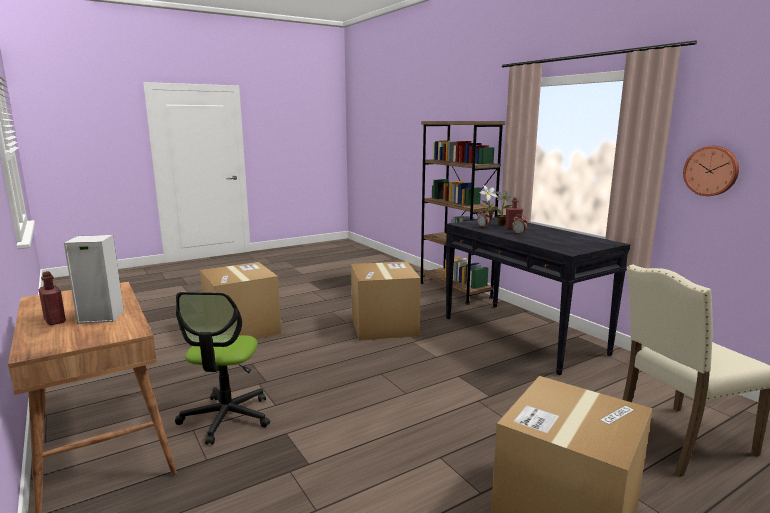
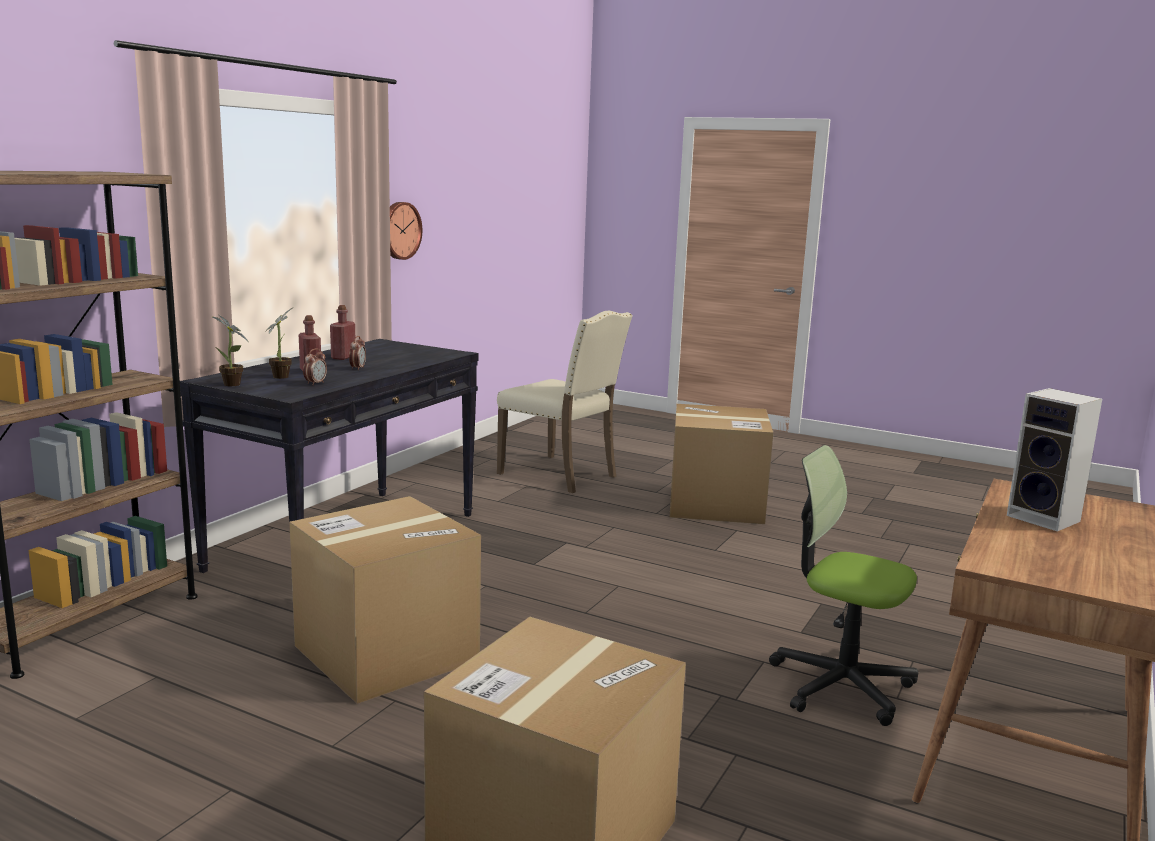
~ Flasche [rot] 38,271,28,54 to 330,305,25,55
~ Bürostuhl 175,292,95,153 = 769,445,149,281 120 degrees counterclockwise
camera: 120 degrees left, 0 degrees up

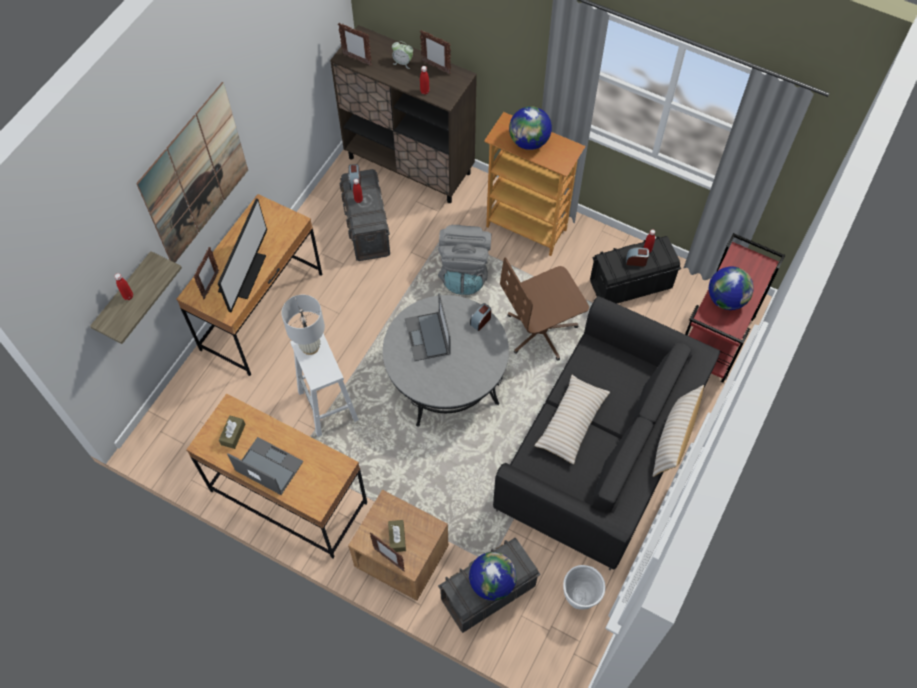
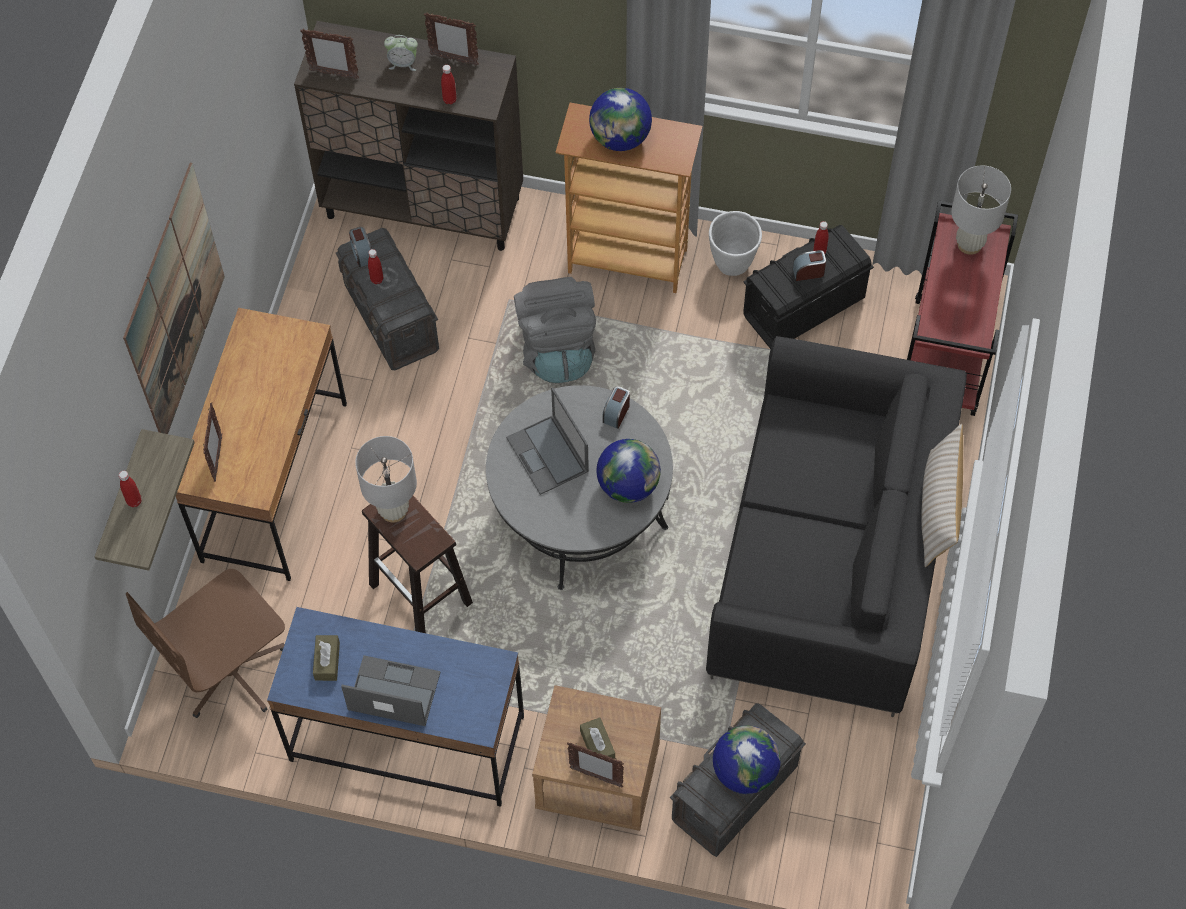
- Monitor 218,199,49,113
- Kissen [beige] 534,375,76,89
+ Tischlampe [weiß] 951,166,60,89
~ Bürostuhl [braun] 500,257,89,104 to 126,569,159,149
~ Pflanzkübel [weiß] 563,565,42,45 to 709,211,53,65
~ Globus 709,266,45,44 to 596,439,65,64
~ Schreibtisch [braun] 186,393,181,165 to Schreibtisch [blau] 267,607,257,200
~ Hocker [weiß] 290,333,69,104 to Hocker [braun] 362,495,111,138
camera: 15 degrees left, 0 degrees up

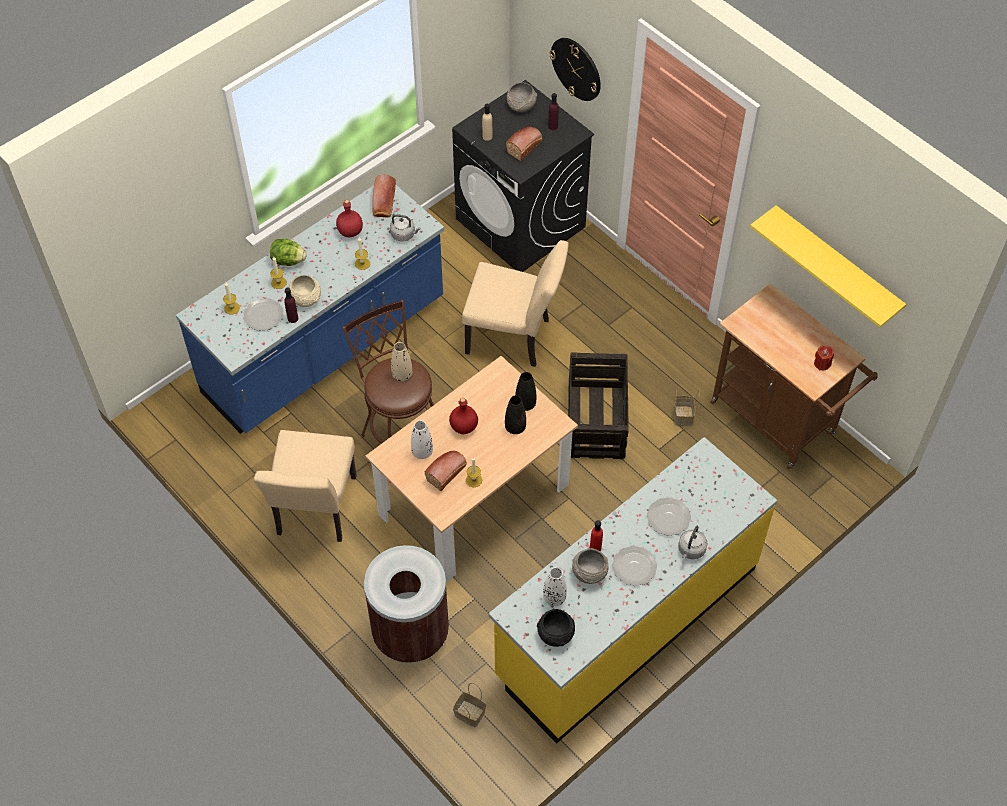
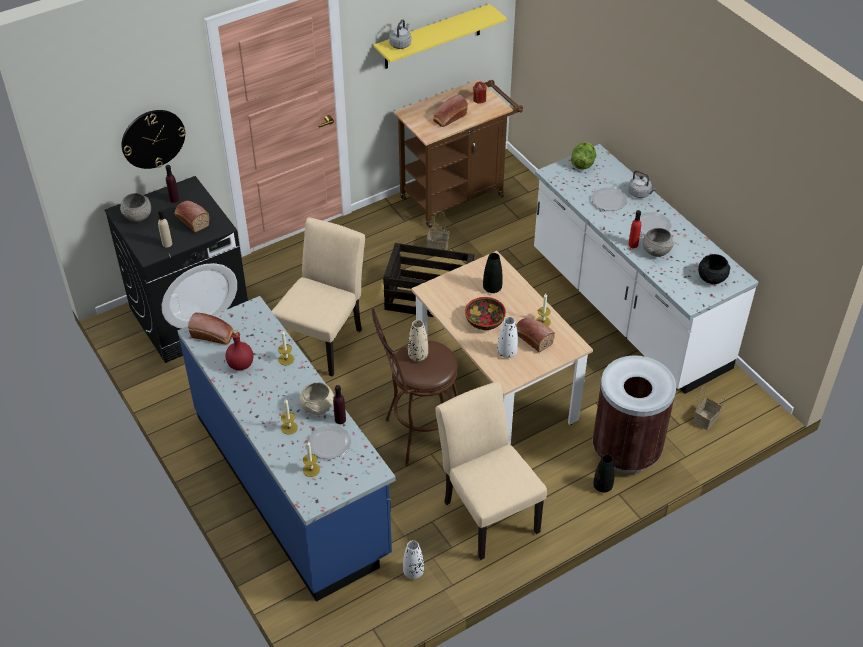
+ Brot 433,95,35,32
~ Salatkopf 270,239,37,27 to 571,142,25,28
~ Wasserkessel [grau] 390,214,31,28 to 389,19,22,30
~ Vase [schwarz] 515,372,21,39 to 593,455,22,38
~ Vase [weiß] 543,567,24,39 to 403,540,21,39
~ Flasche [rot] 449,398,29,36 to Schüssel 465,297,41,33
~ Küchenzeile [gelb] 489,437,288,307 to Küchenzeile [weiß] 534,144,224,250
~ Stuhl [beige] 254,430,103,112 = 435,381,112,179 135 degrees counterclockwise
camera: 80 degrees left, 10 degrees down

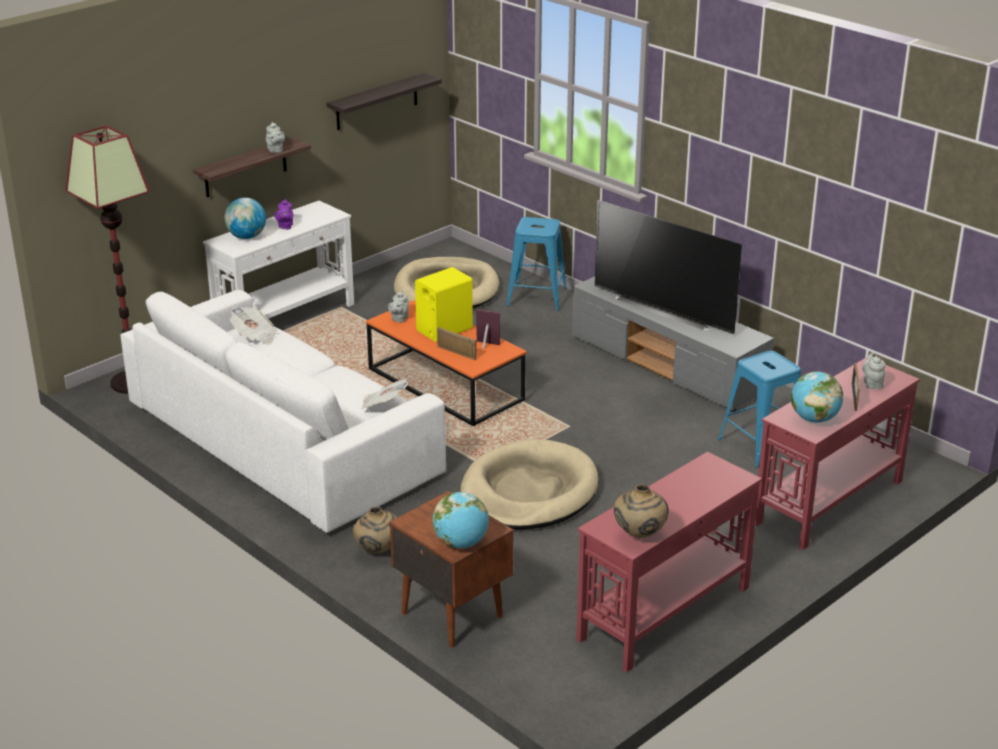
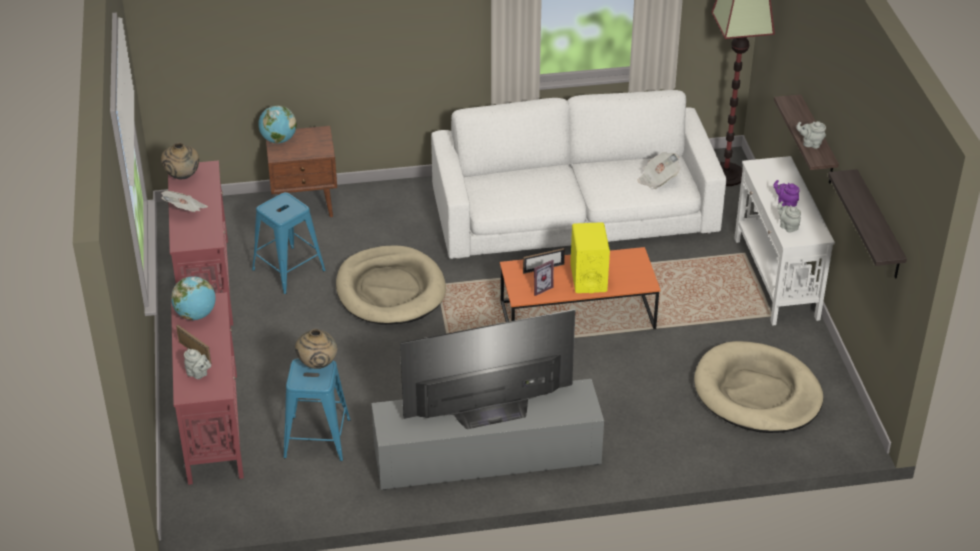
- Globus 224,197,42,42
~ Vase [beige] 353,507,44,46 to 295,329,42,40
~ Zeitung 361,379,47,30 to 161,191,47,21
~ Teekanne [grau] 388,291,21,32 to 777,201,24,32
~ Hocker [blau] 506,217,61,94 to 252,192,74,102
camera: 125 degrees right, 10 degrees up

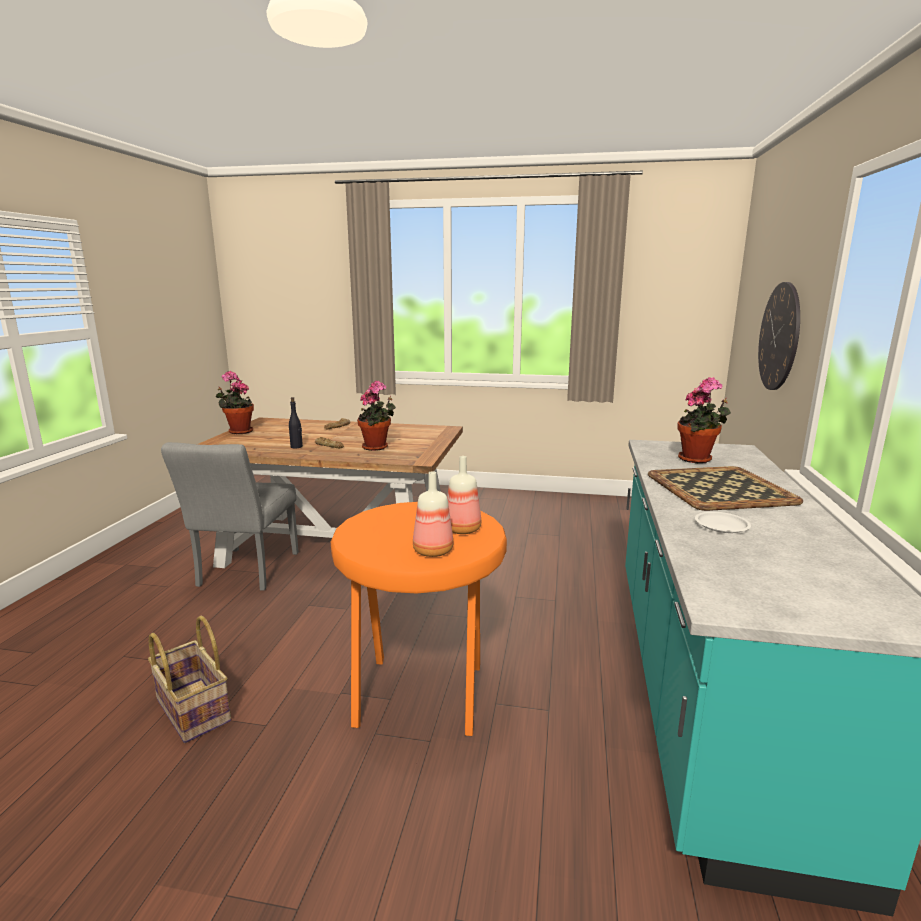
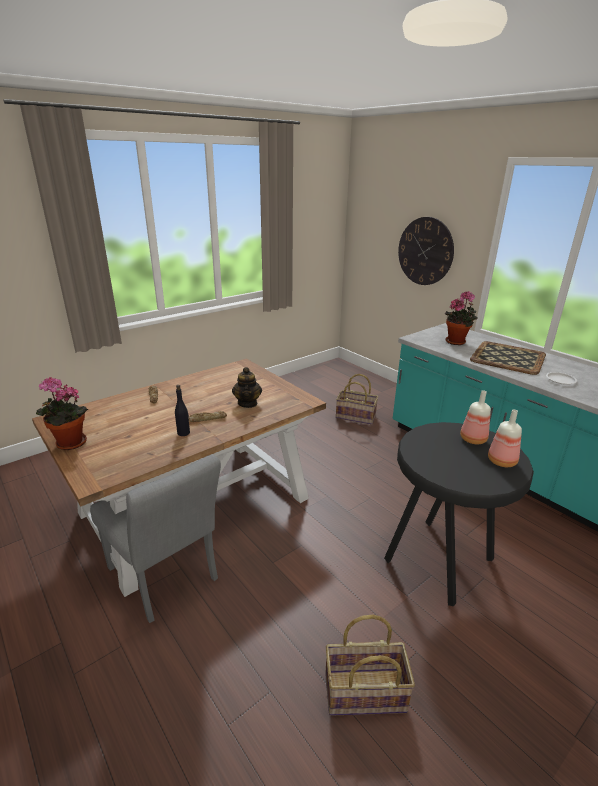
+ Korb 336,374,42,51
~ Topfpflanze 357,381,39,70 to Teekanne 232,367,30,41
~ Hocker [orange] 331,502,176,234 to Hocker [schwarz] 384,422,150,184
camera: 50 degrees left, 10 degrees up

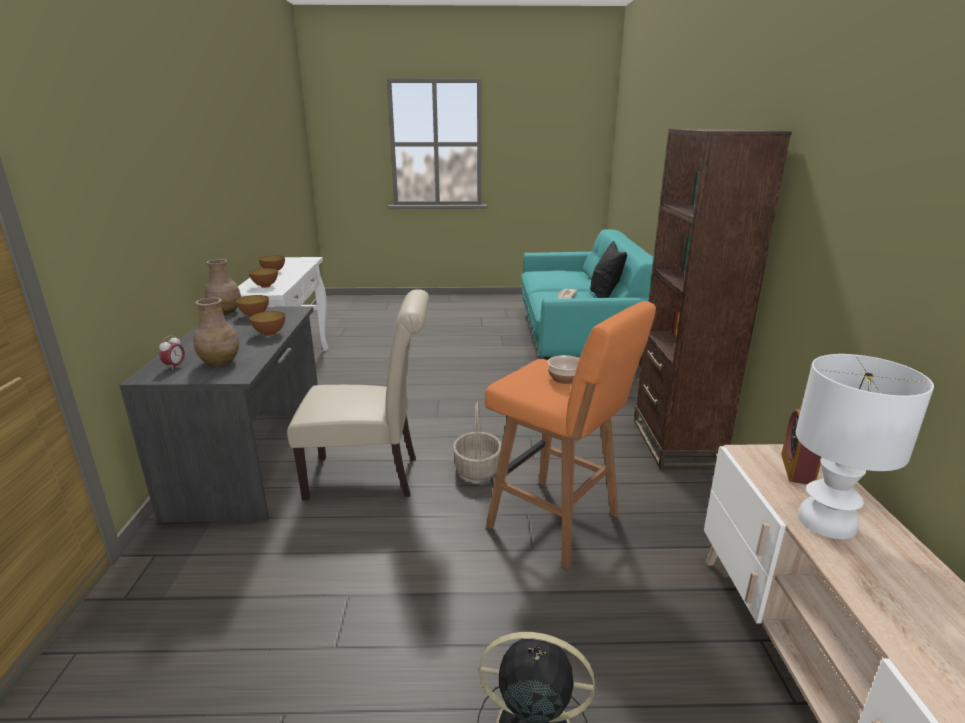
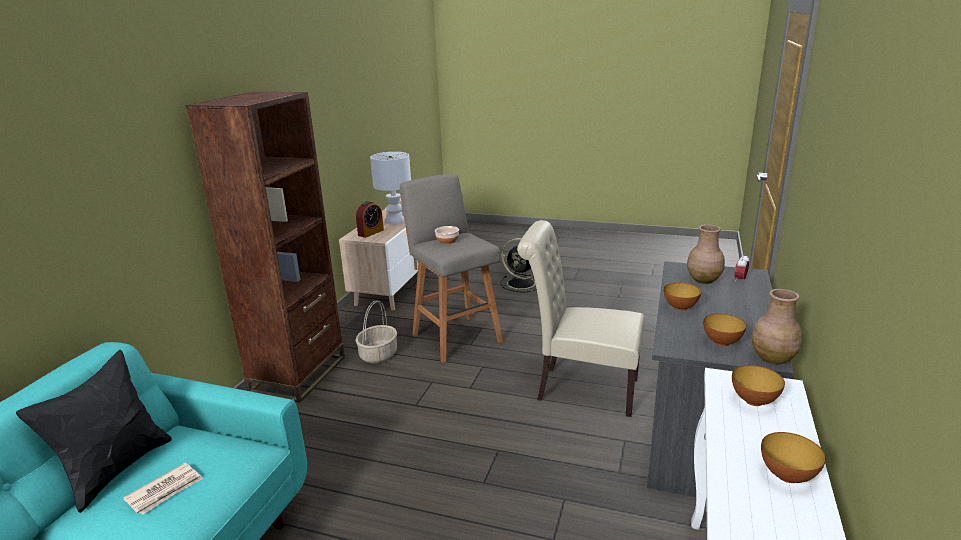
~ Korb 453,402,49,79 to 355,300,42,64
~ Hocker [orange] 485,301,171,268 to Hocker [grau] 400,173,103,190
camera: 160 degrees left, 0 degrees up

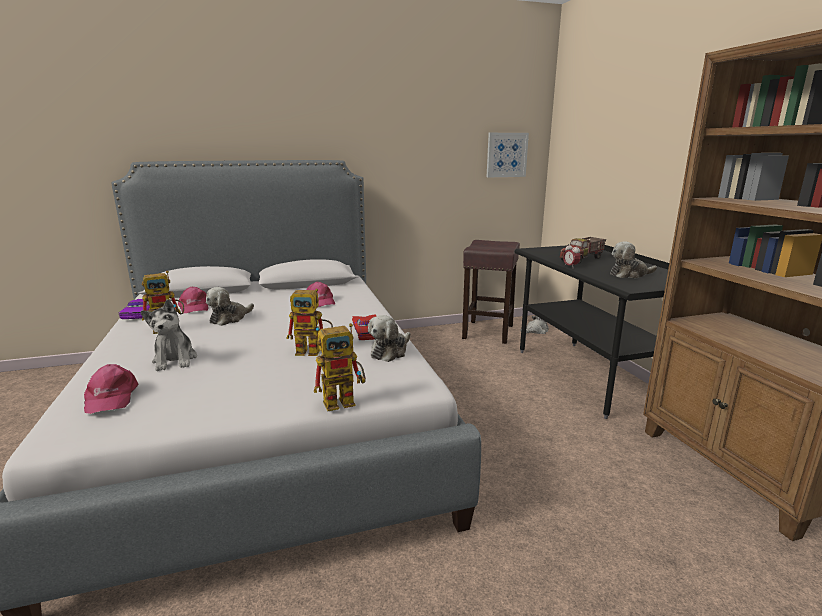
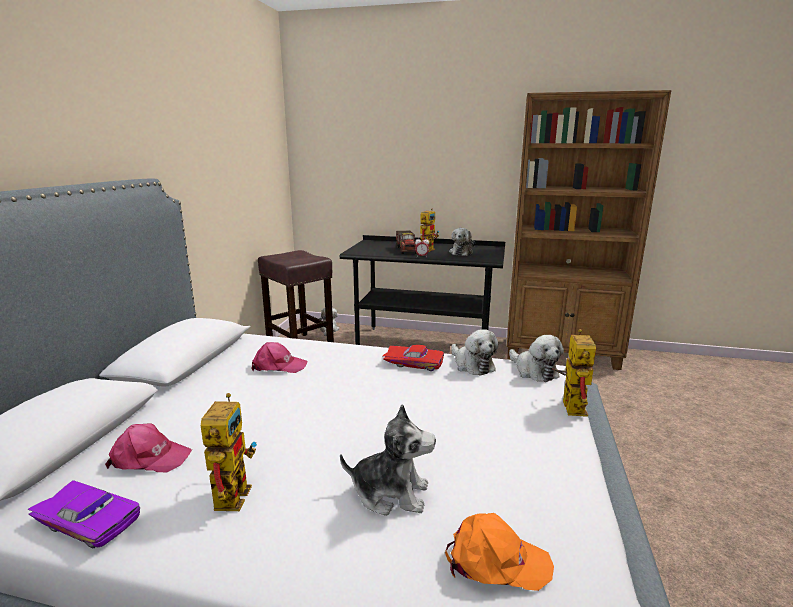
- Bild 487,133,42,44
~ Plüschtier 206,287,48,39 to 509,335,55,47
~ Spielzeugroboter 286,288,47,68 to 420,209,19,43
~ Kappe [rosa] 84,364,55,50 to Kappe [orange] 445,513,109,78
camera: 60 degrees left, 0 degrees up

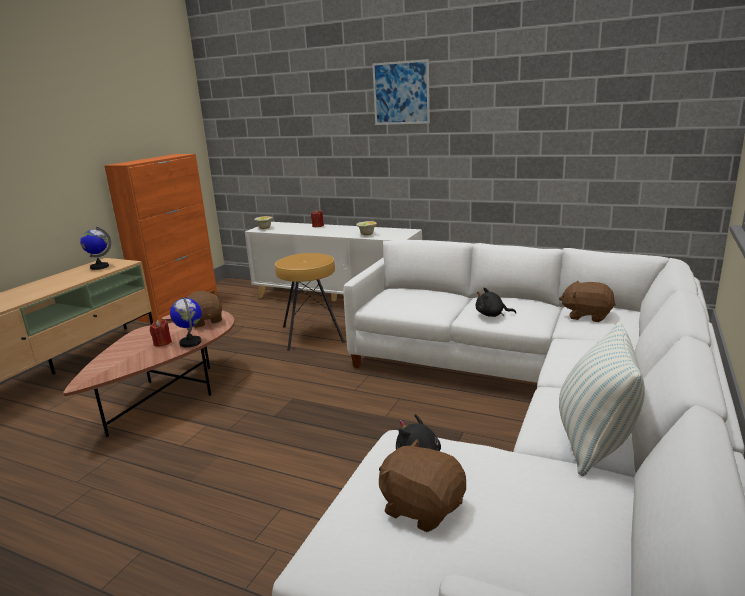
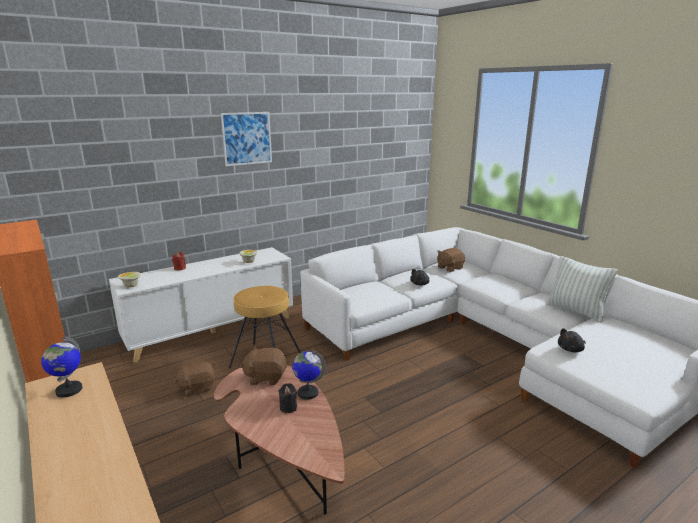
~ Plüschtier [braun] 379,439,87,93 to 174,361,41,35
~ Kerze [rot] 150,319,22,28 to Kerze [schwarz] 279,383,18,30
camera: 60 degrees left, 0 degrees up

